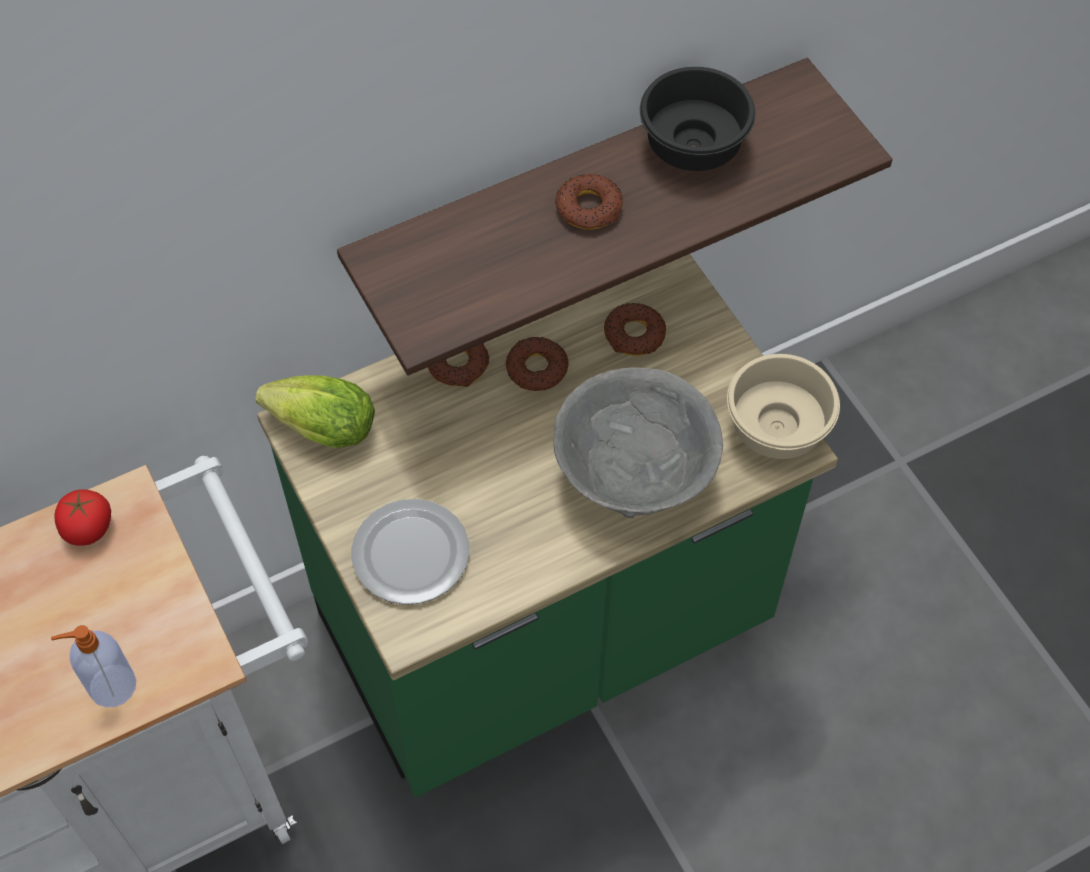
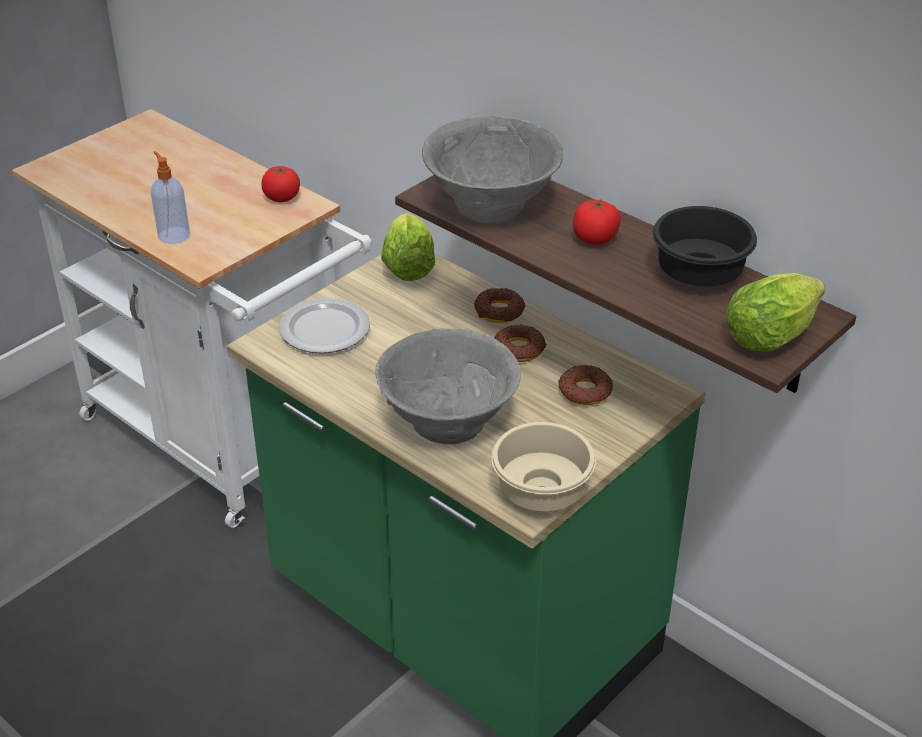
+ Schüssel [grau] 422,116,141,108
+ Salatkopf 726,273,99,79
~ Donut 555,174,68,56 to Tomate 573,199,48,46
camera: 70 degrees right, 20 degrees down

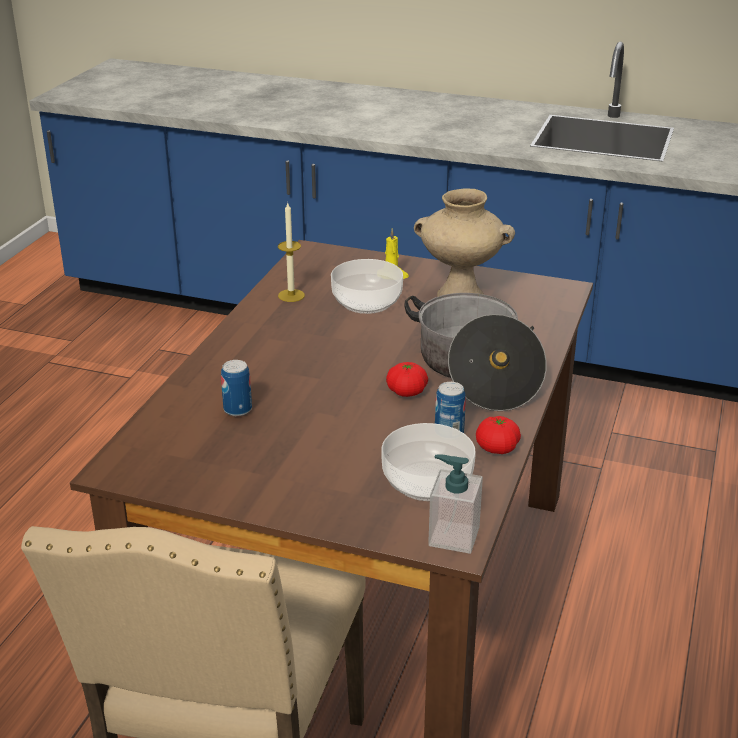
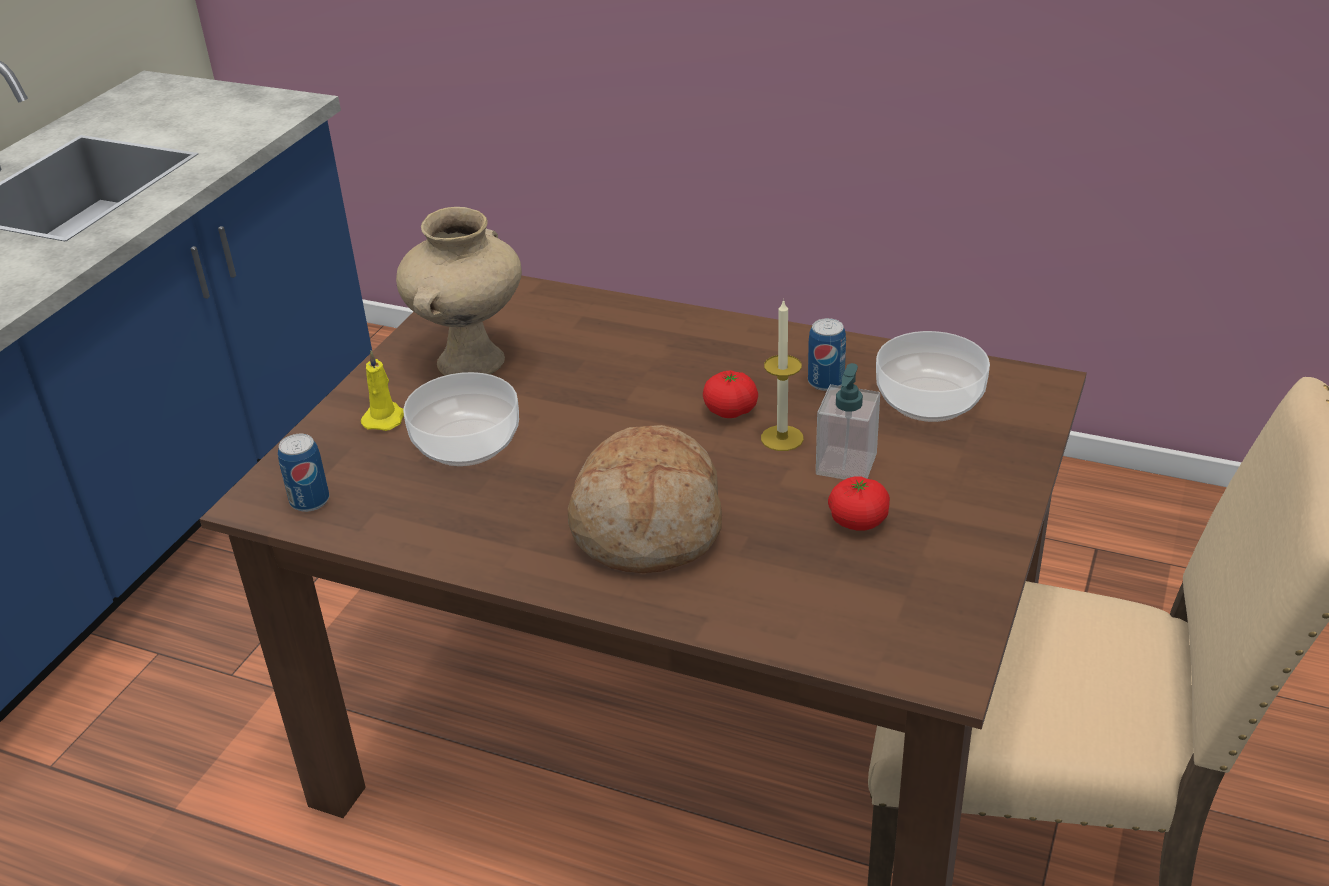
- Kochtopf 405,293,142,118
+ Brot 568,425,154,148
~ Dose 221,360,31,56 to 278,434,51,78
~ Kerze 278,203,27,99 to 761,299,43,152
~ Seifenspender 428,454,55,100 to 816,363,64,117
~ Tomate 476,416,45,38 to 828,476,62,55
camera: 85 degrees left, 5 degrees up

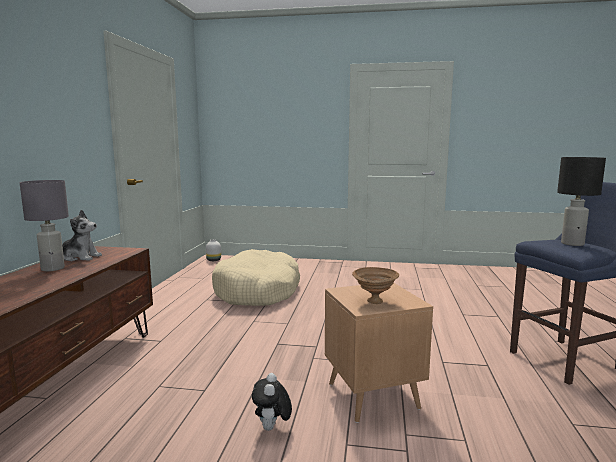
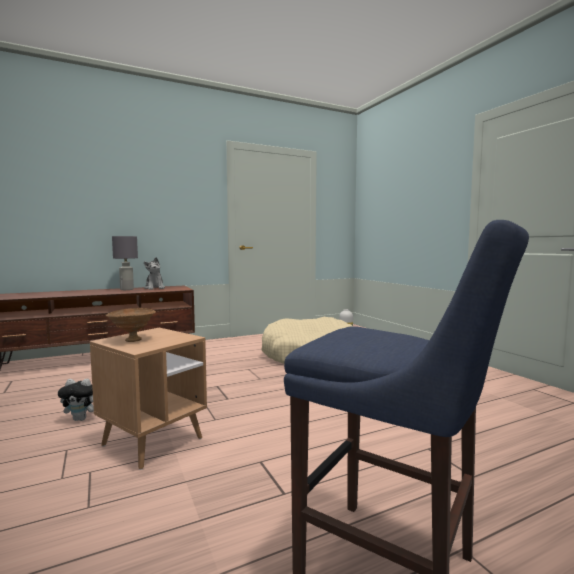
- Tischlampe [schwarz] 557,157,49,89
~ Plüschtier 252,373,40,58 = 58,379,36,42 150 degrees counterclockwise
camera: 55 degrees right, 5 degrees down

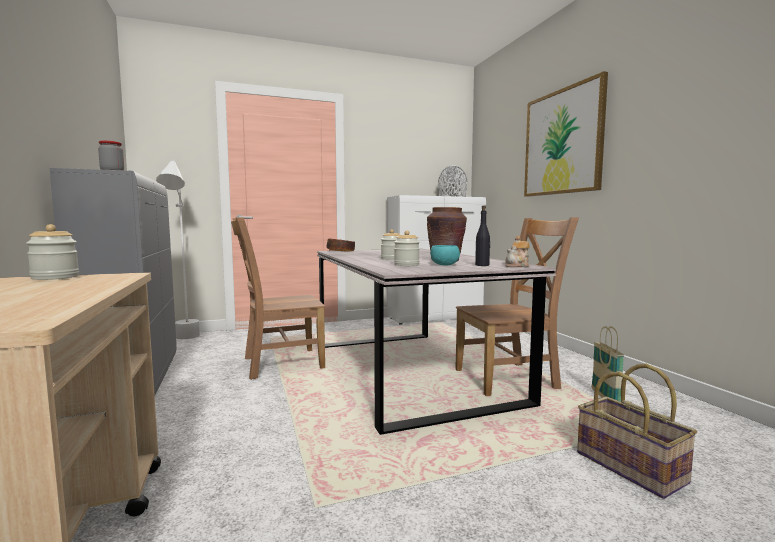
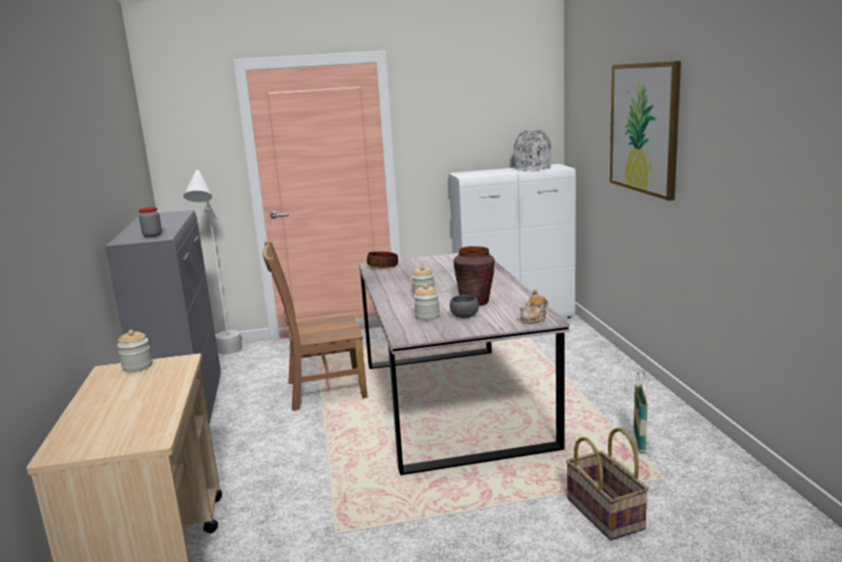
- Stuhl [braun] 455,217,124,179
- Flasche [schwarz] 475,205,16,61
~ Schüssel [türkis] 430,245,30,20 to Schüssel [grau] 450,295,29,23
camera: 10 degrees right, 10 degrees up

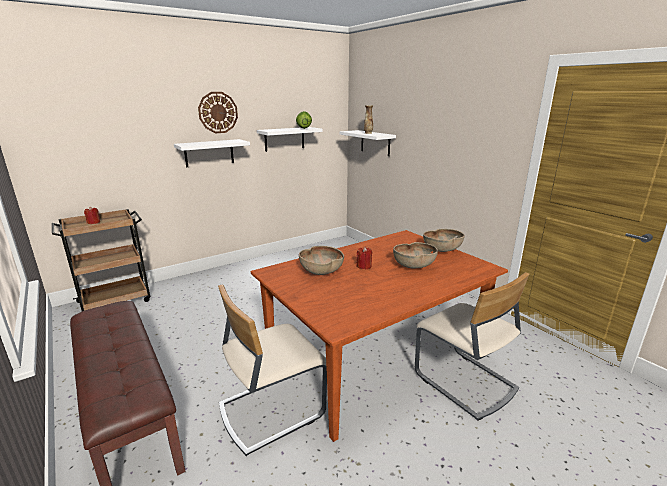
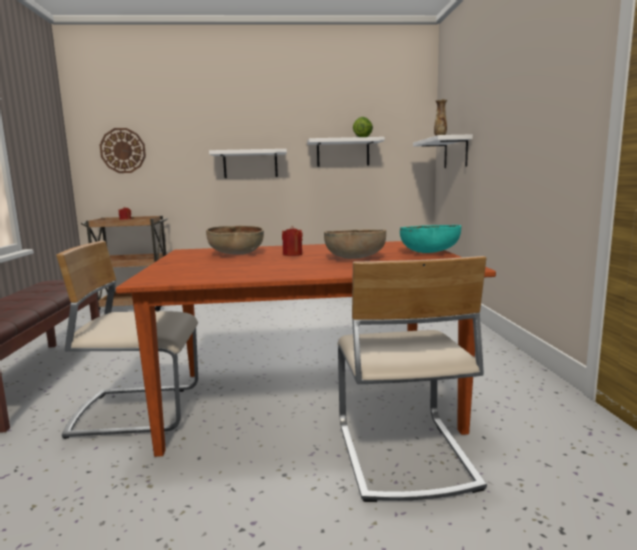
~ Wanduhr 198,92,40,41 to 100,128,46,45
~ Schüssel [braun] 423,229,42,23 to Schüssel [türkis] 400,225,61,28
camera: 30 degrees right, 10 degrees down

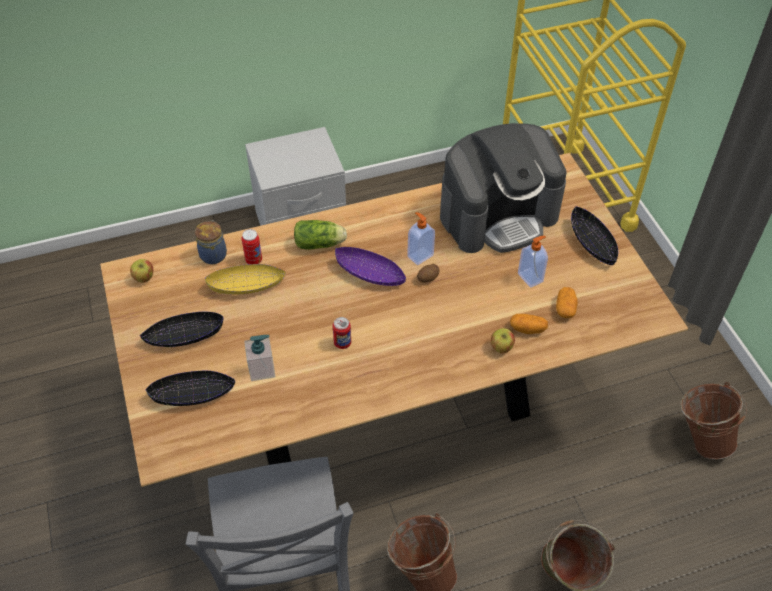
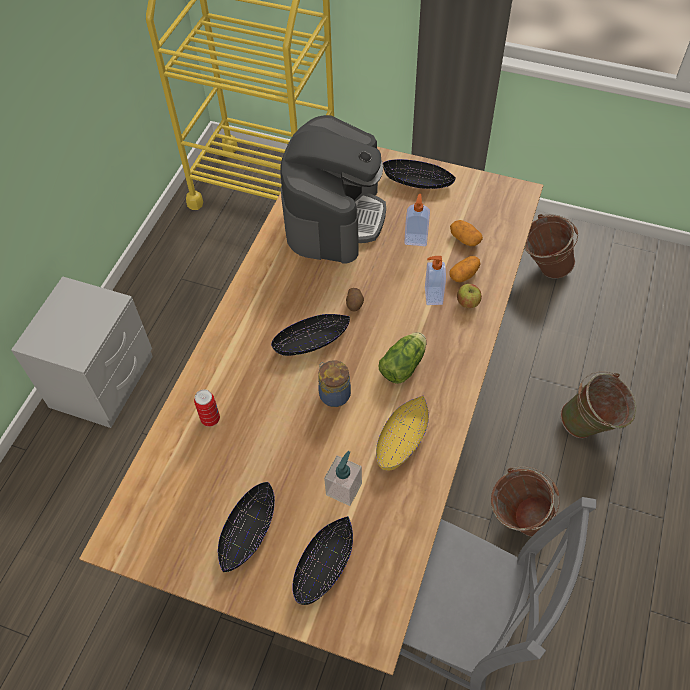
- Apfel 130,259,23,24
- Dose 333,317,18,32
~ Vorratsglas 195,220,32,44 to 318,360,33,47
~ Schüssel [gelb] 205,264,80,31 to 376,396,53,75
~ Salatkopf 294,220,53,30 to 379,332,47,52
~ Seifenspender 407,212,28,53 to 425,256,21,49
~ Schüssel [lila] 335,247,71,39 to Schüssel [schwarz] 271,314,79,42
camera: 50 degrees left, 5 degrees up

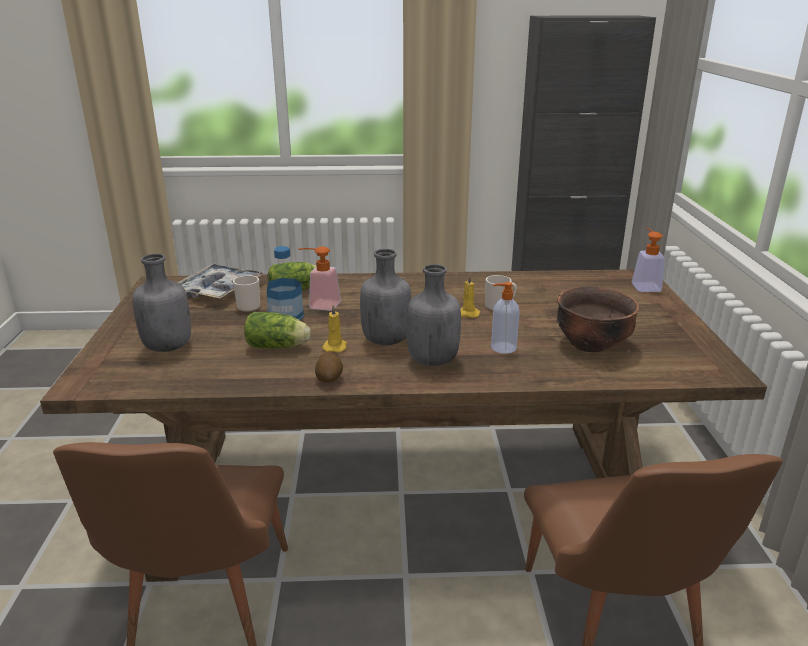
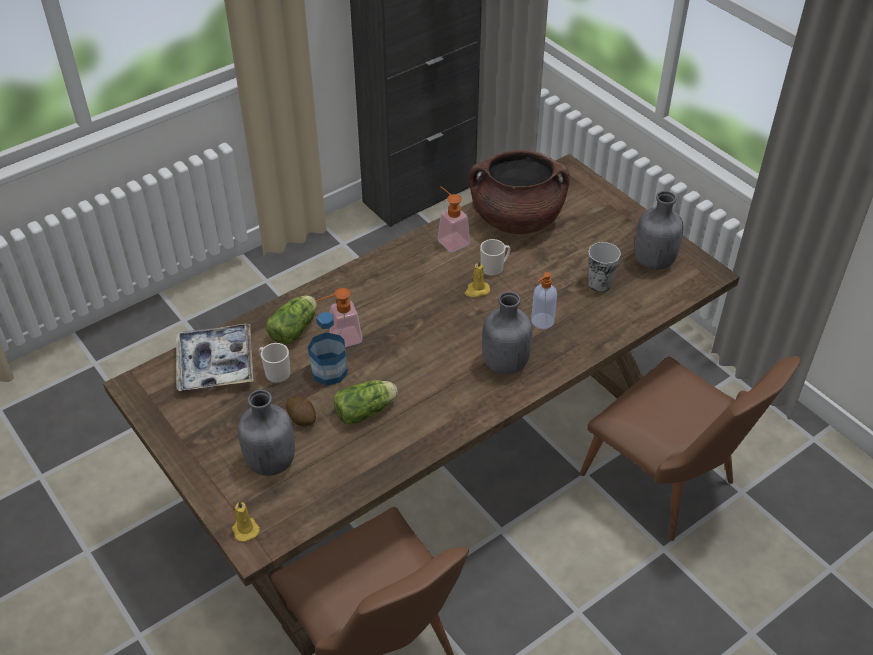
+ Kochtopf [braun] 469,150,101,84
~ Kartoffel 315,352,28,31 to 286,395,30,31
~ Kerze [gelb] 322,305,25,47 to 232,500,28,42
~ Flasche [grau] 360,249,51,96 to 634,191,49,79
~ Seifenspender 632,228,33,64 to 438,186,32,67
~ Schüssel [braun] 557,286,82,66 to Tasse 588,242,33,50
camera: 35 degrees left, 20 degrees up

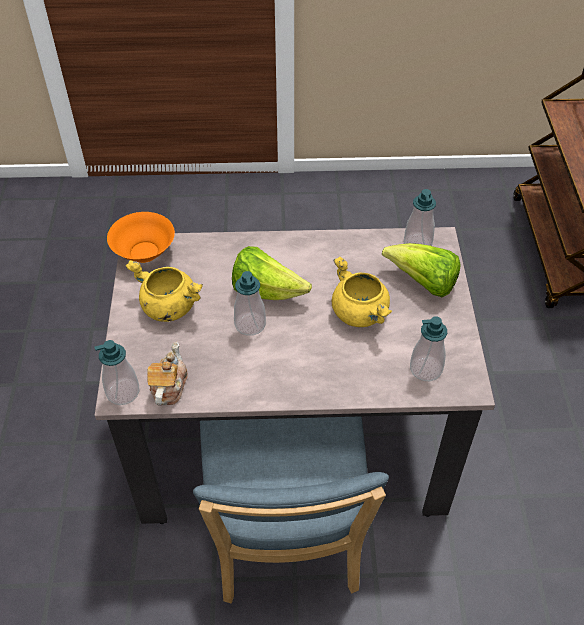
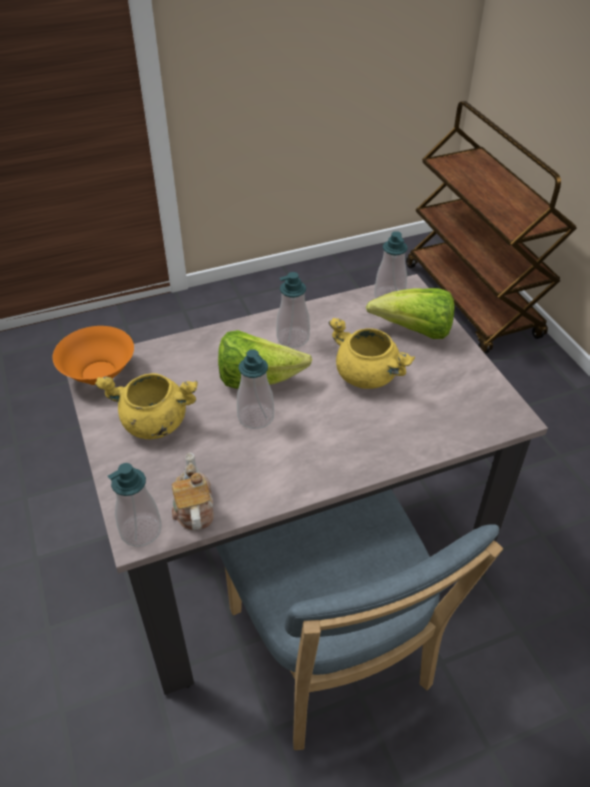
~ Seifenspender 410,316,37,65 to 276,272,34,76
camera: 20 degrees left, 5 degrees down

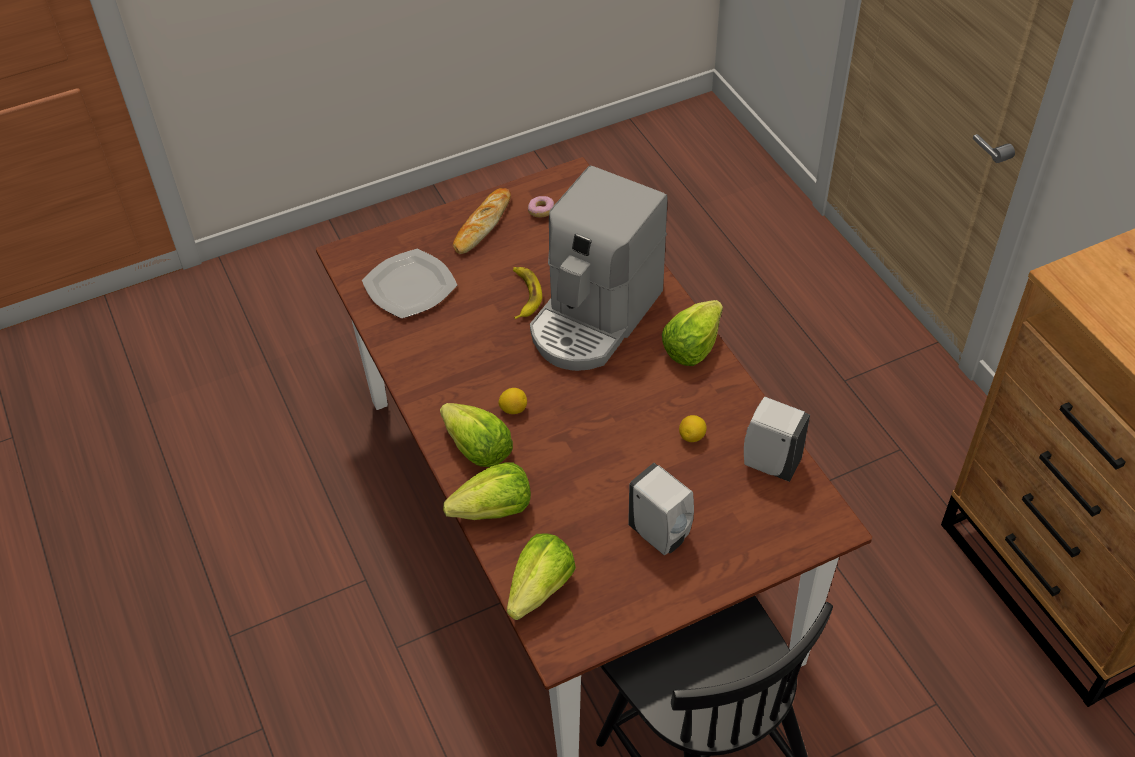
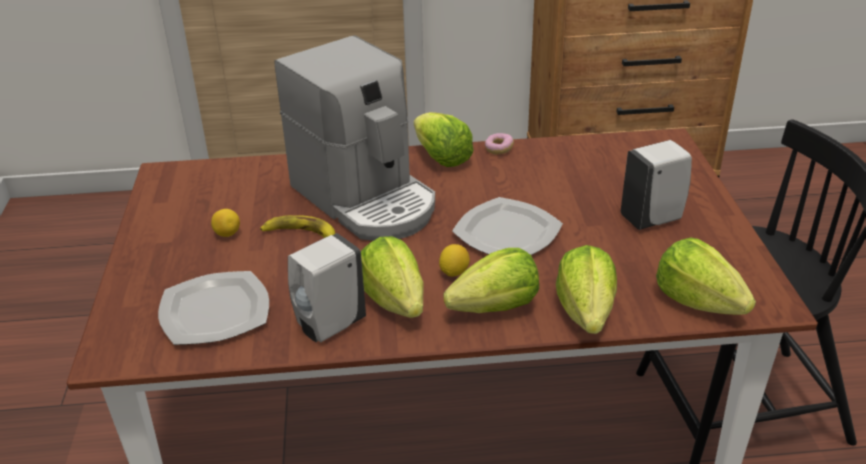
- Brot 452,188,59,66
+ Salatkopf 361,236,62,82
+ Teller 452,197,111,58
~ Donut 528,196,26,21 to 485,133,29,21
~ Zitrone 679,415,28,27 to 211,209,29,28
~ Seifenspender [weiß] 744,396,66,86 to 288,233,78,109
camera: 70 degrees left, 15 degrees down

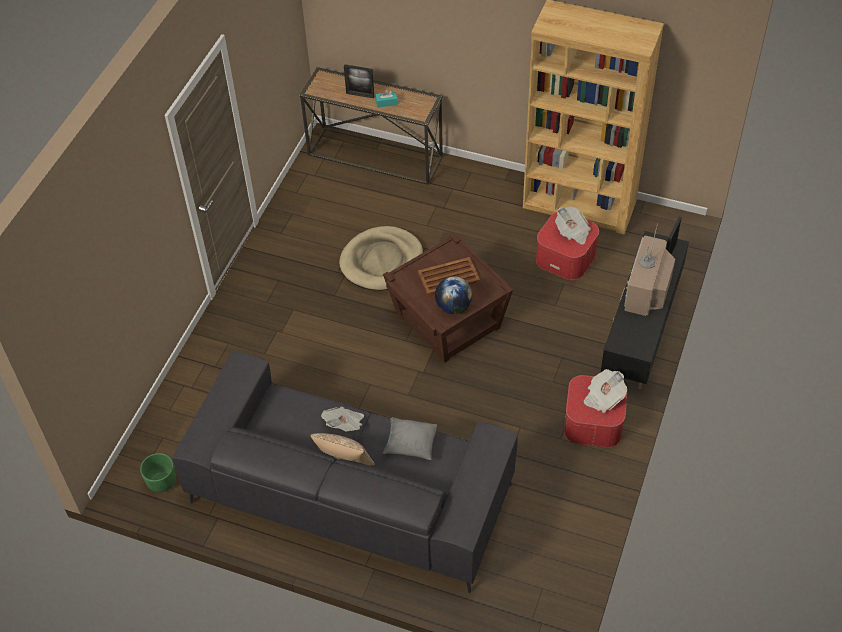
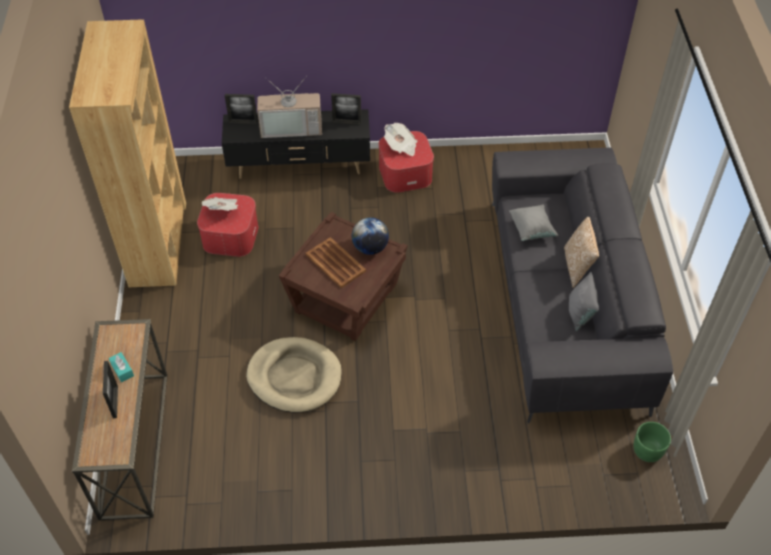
- Zeitung 321,406,43,25
+ Bilderrahmen 331,93,30,32
+ Kissen [grau] 569,272,30,59
camera: 115 degrees left, 0 degrees up

